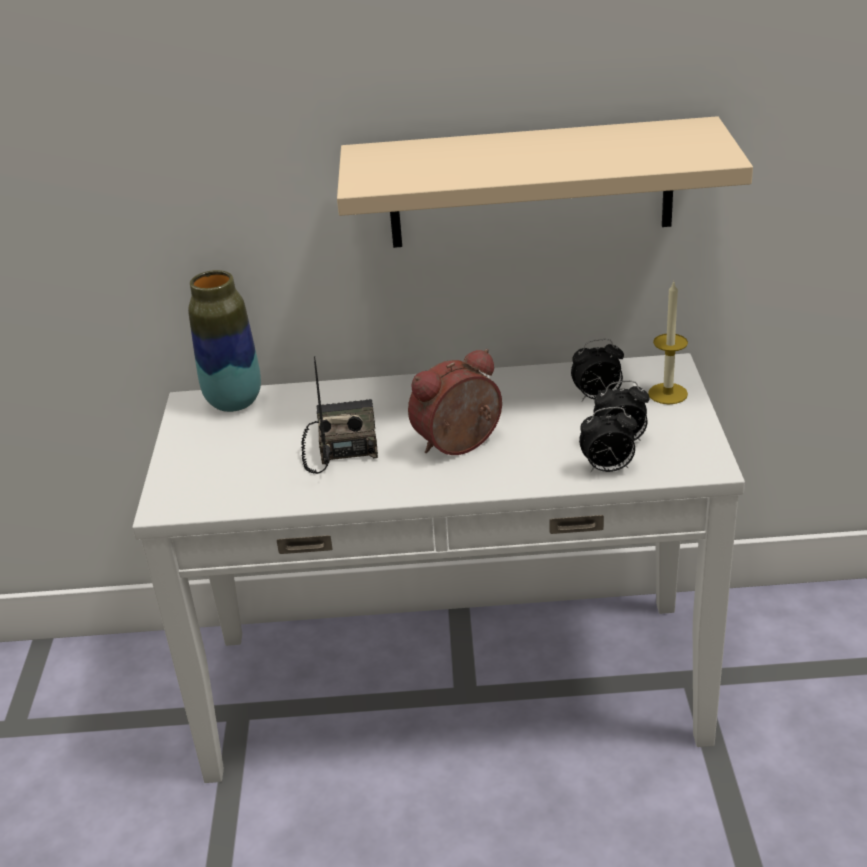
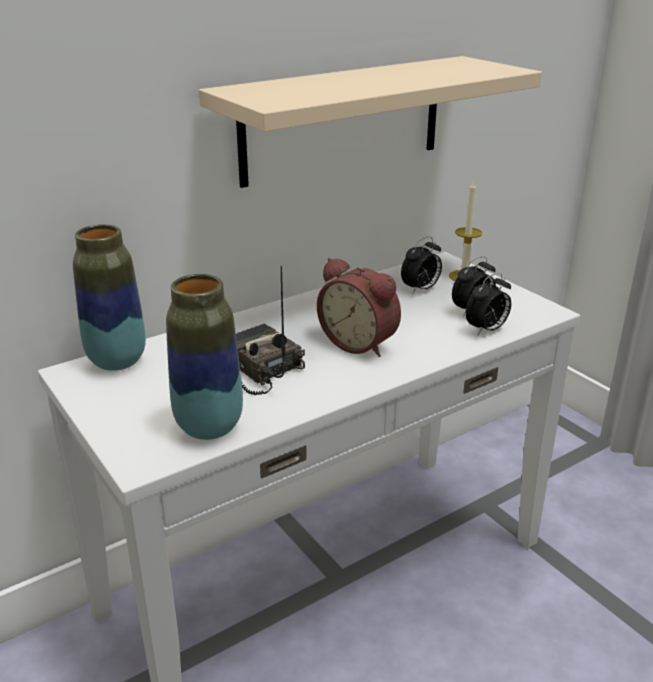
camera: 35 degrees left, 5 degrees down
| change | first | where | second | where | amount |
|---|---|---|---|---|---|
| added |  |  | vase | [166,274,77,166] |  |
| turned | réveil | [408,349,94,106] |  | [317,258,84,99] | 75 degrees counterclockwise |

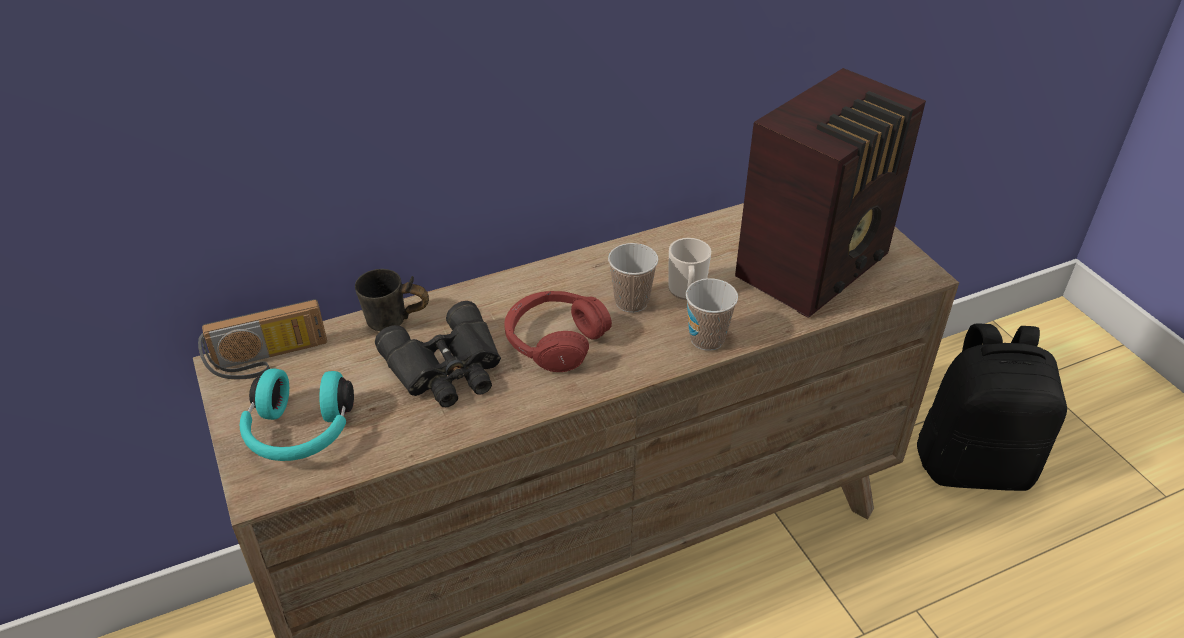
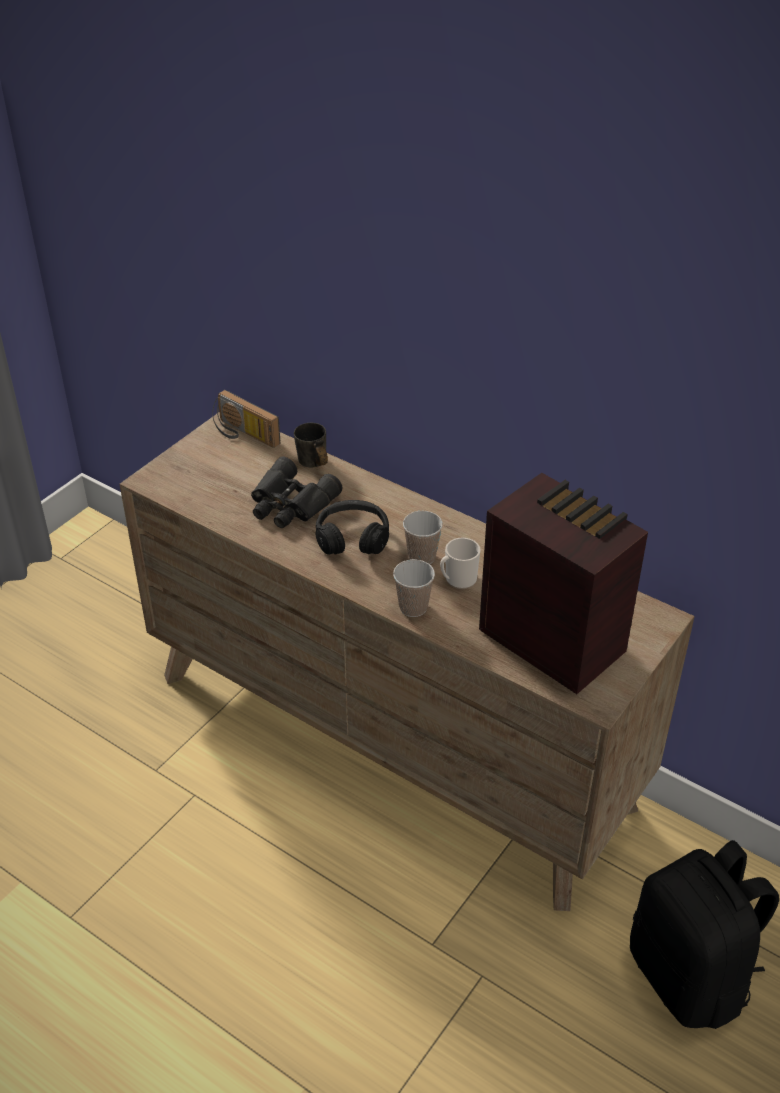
camera: 60 degrees right, 0 degrees up
| change | first | where | second | where | amount |
|---|---|---|---|---|---|
| recoloured | casque audio/rouge | [504,291,108,81] | casque audio/noir | [316,500,73,55] |  |
| turned | radio | [735,68,191,250] |  | [479,473,169,221] | 150 degrees counterclockwise |
| removed | casque audio/turquoise | [240,369,114,92] |  |  |  |

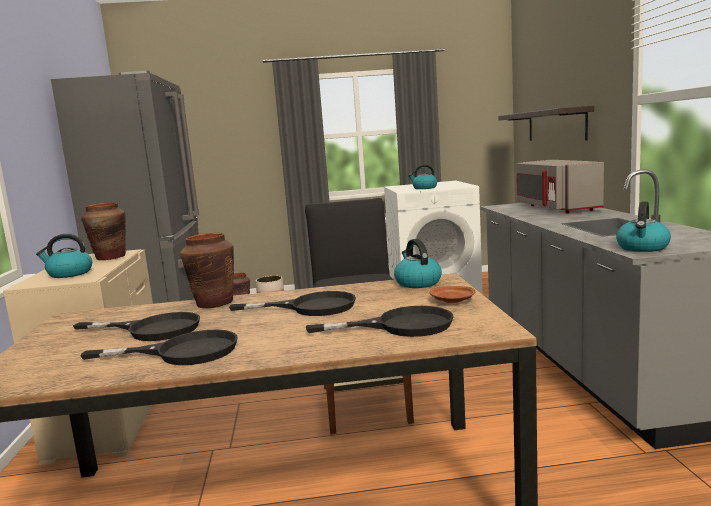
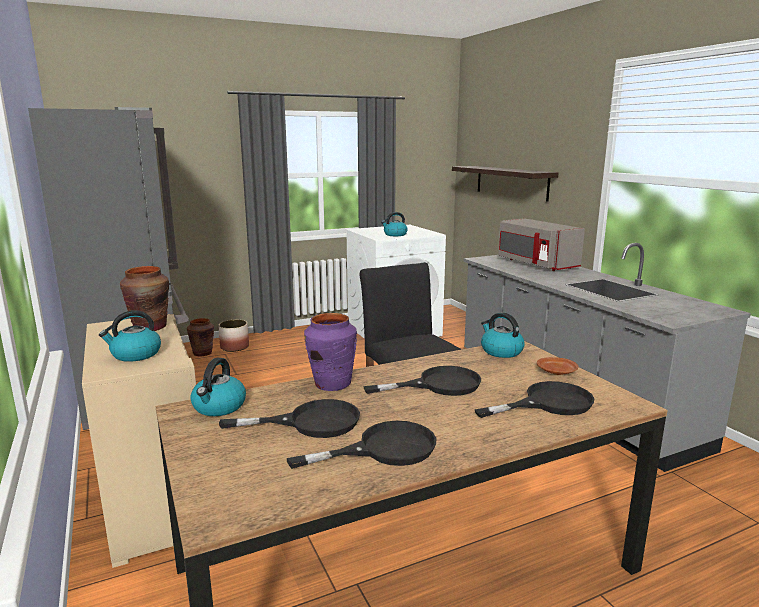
camera: 20 degrees left, 5 degrees up
| change | first | where | second | where | amount |
|---|---|---|---|---|---|
| moved | bouilloire | [616,201,55,51] |  | [190,358,56,58] |  |
| recoloured | vase/marron | [180,233,54,75] | vase/violet | [304,313,53,78] |  |

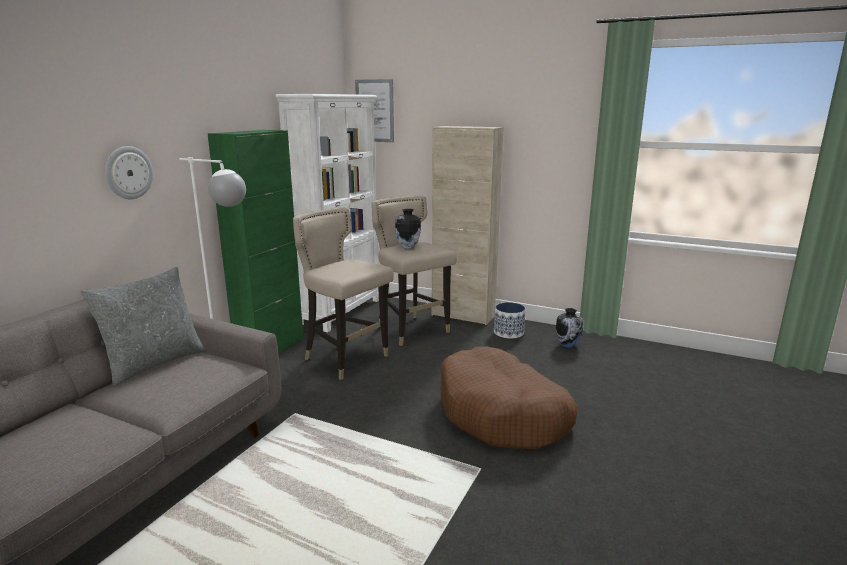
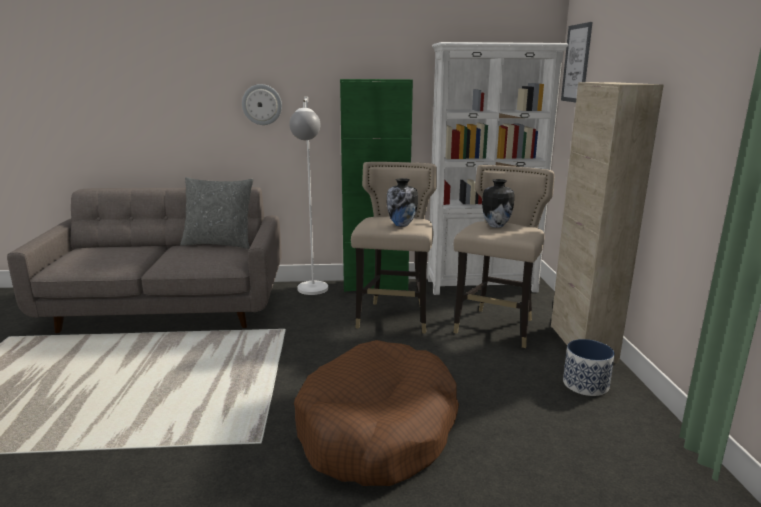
camera: 60 degrees right, 0 degrees up
| change | first | where | second | where | amount |
|---|---|---|---|---|---|
| moved | vase | [556,308,27,40] |  | [387,178,31,49] |  |

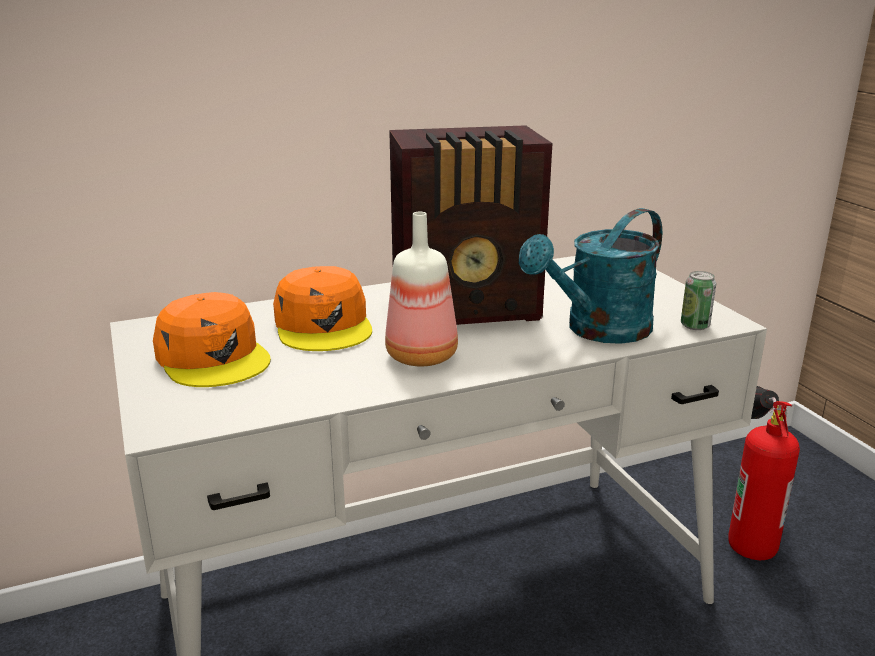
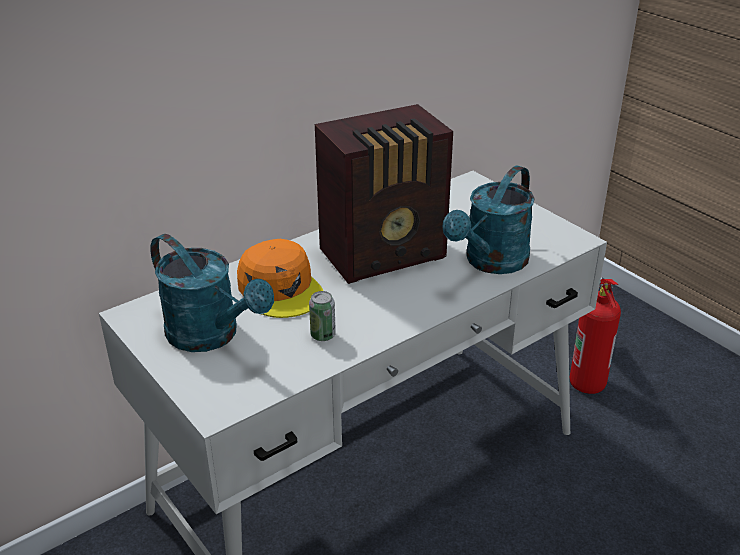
camera: 15 degrees left, 10 degrees up
| change | first | where | second | where | amount |
|---|---|---|---|---|---|
| replaced | casquette/orange | [153,292,118,95] | arrosoir/turquoise | [150,234,124,118] |  |
| moved | boîte métallique | [681,271,35,59] |  | [309,291,27,50] |  |
| removed | bouteille | [385,212,73,154] |  |  |  |

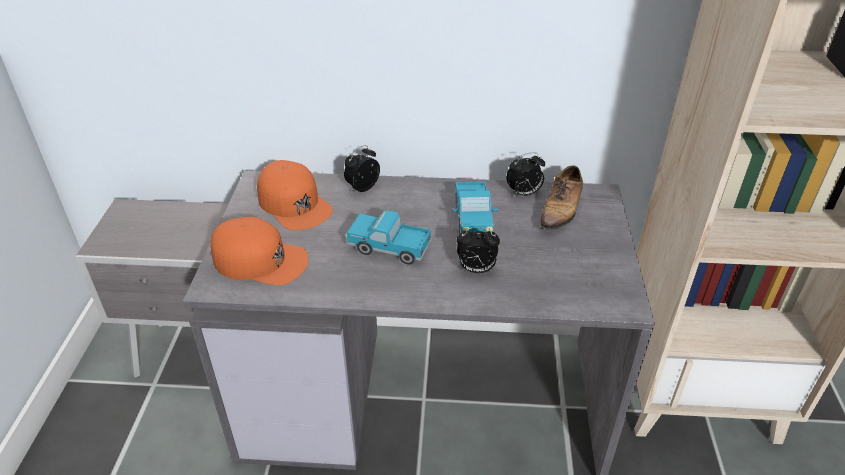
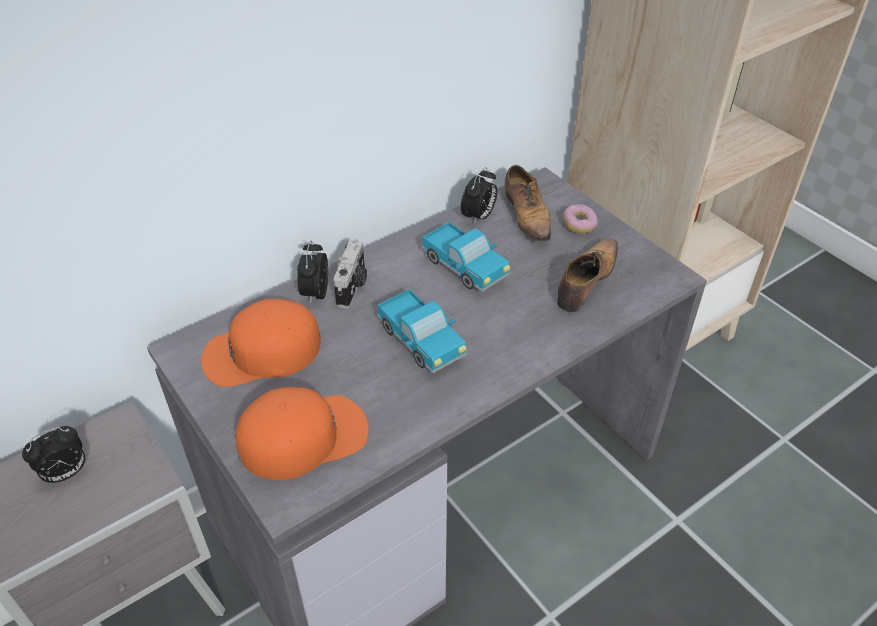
camera: 40 degrees left, 5 degrees up
| change | first | where | second | where | amount |
|---|---|---|---|---|---|
| moved | réveil | [457,227,43,46] |  | [22,426,64,58] |  |
| turned | casquette/orange | [257,160,76,70] |  | [201,299,120,88] | 150 degrees clockwise |
| added |  |  | appareil photo | [333,239,34,70] |  |
| turned | camion jouet | [345,210,86,54] |  | [377,289,90,85] | 105 degrees counterclockwise |
| added |  |  | chaussure | [557,238,61,74] |  |
| added |  |  | beignet | [563,204,35,30] |  |

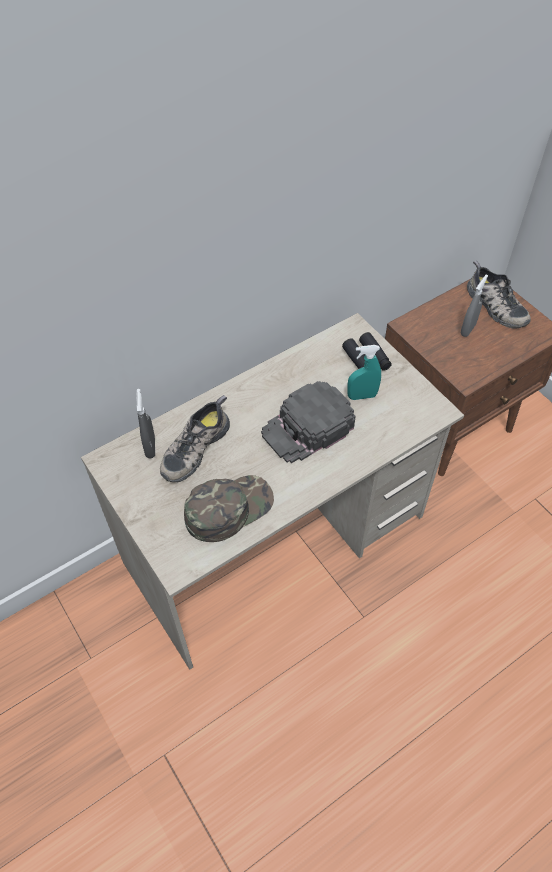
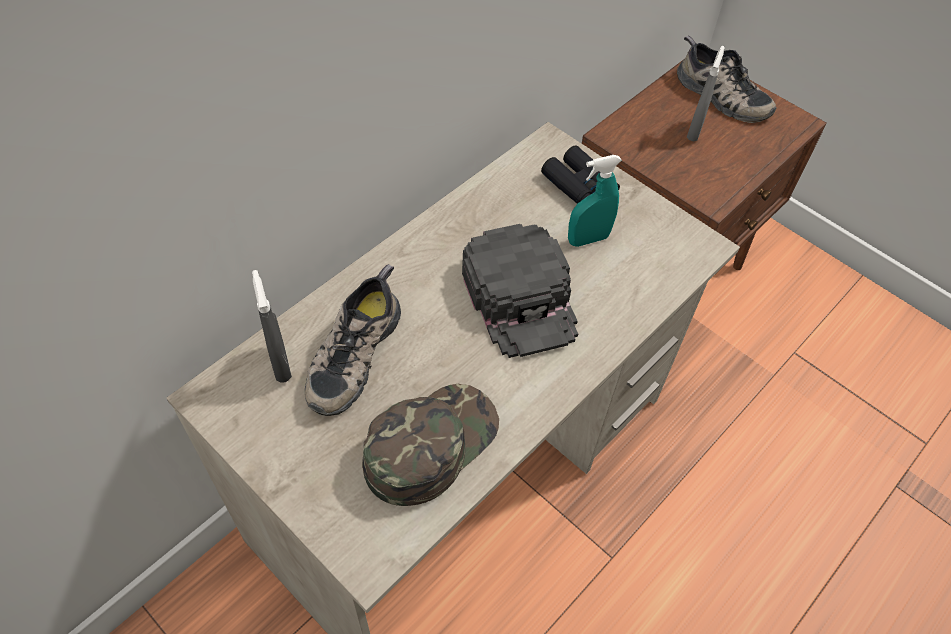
camera: 15 degrees left, 0 degrees up
| change | first | where | second | where | amount |
|---|---|---|---|---|---|
| turned | casquette/noir | [261,381,95,82] |  | [462,224,116,134] | 60 degrees counterclockwise |

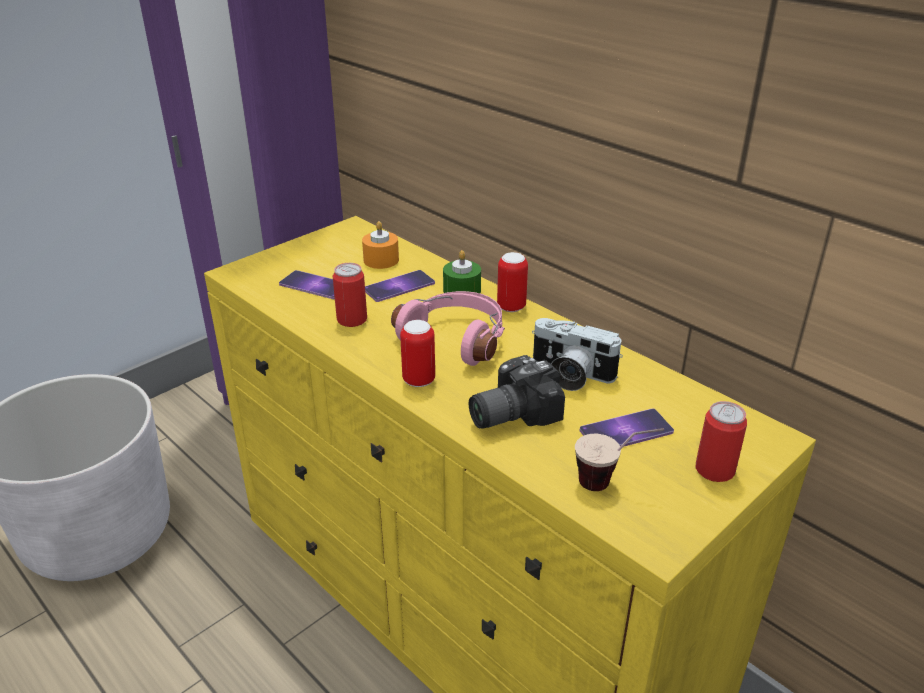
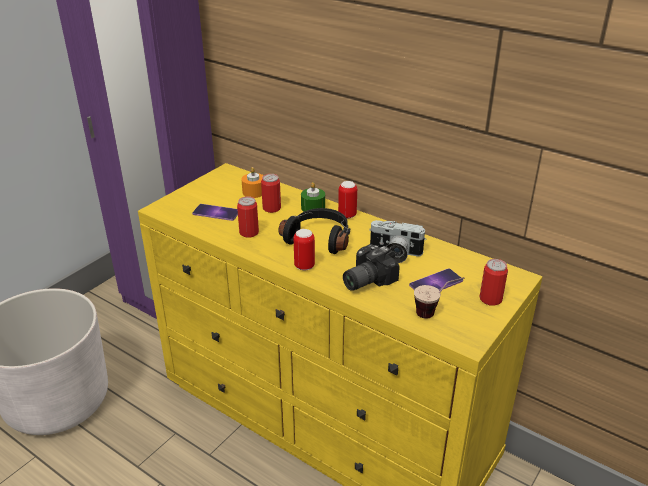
camera: 10 degrees left, 0 degrees up
| change | first | where | second | where | amount |
|---|---|---|---|---|---|
| replaced | téléphone | [365,270,70,32] | boîte métallique | [261,174,20,39] |  |
| recoloured | casque audio/rose | [391,291,114,75] | casque audio/noir | [278,208,73,46] |  |

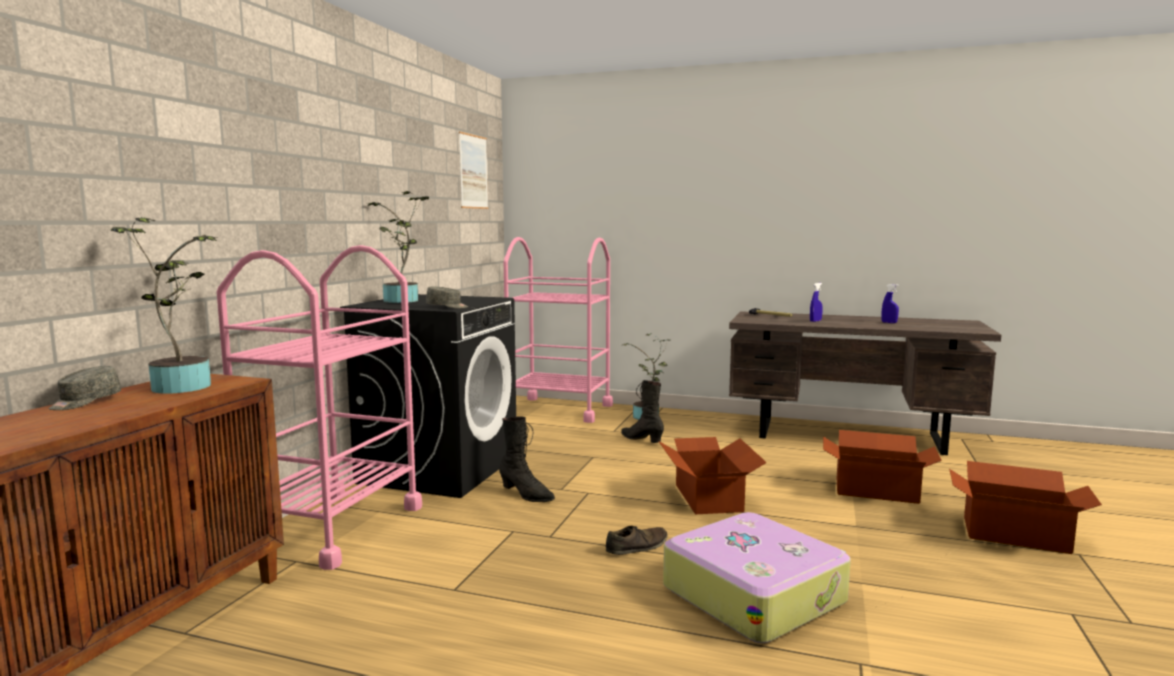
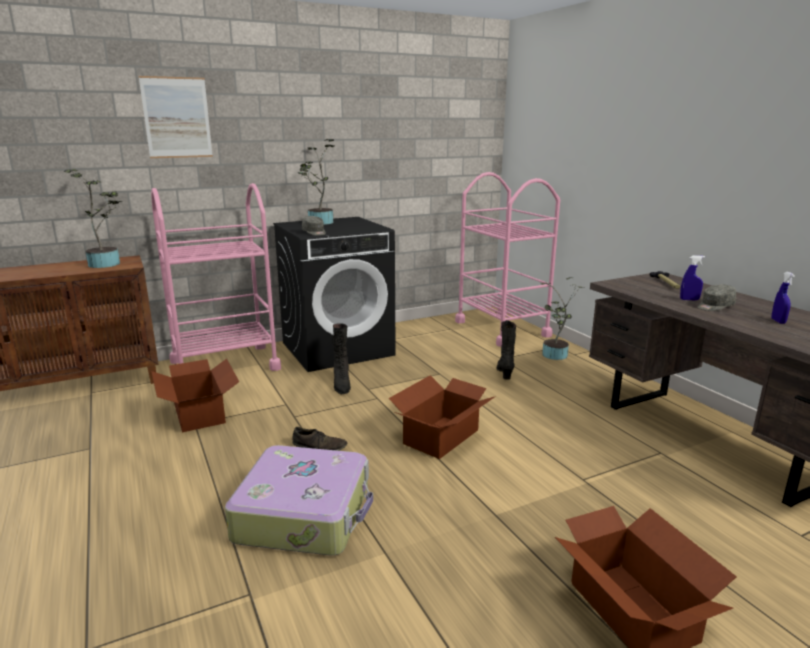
camera: 45 degrees right, 10 degrees up
| change | first | where | second | where | amount |
|---|---|---|---|---|---|
| moved | tableau | [459,132,29,77] |  | [139,76,74,82] |  |
| moved | carton | [823,430,119,74] |  | [151,359,88,73] |  |
| moved | casquette/gris | [49,366,72,44] |  | [698,285,38,26] |  |

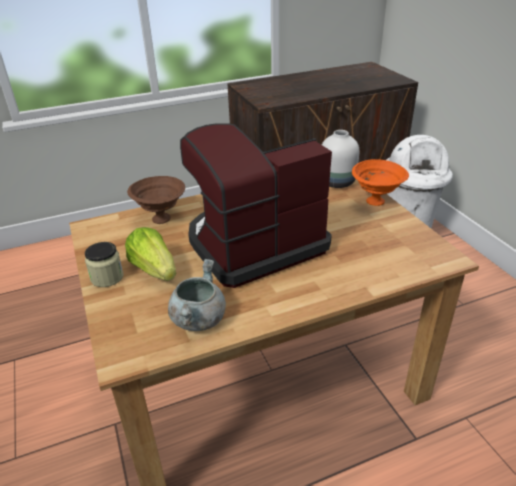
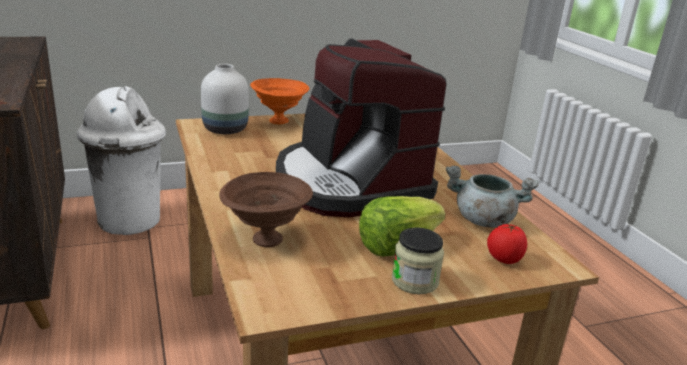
camera: 90 degrees left, 10 degrees down
| change | first | where | second | where | amount |
|---|---|---|---|---|---|
| added |  |  | tomate | [487,224,40,40] |  |

